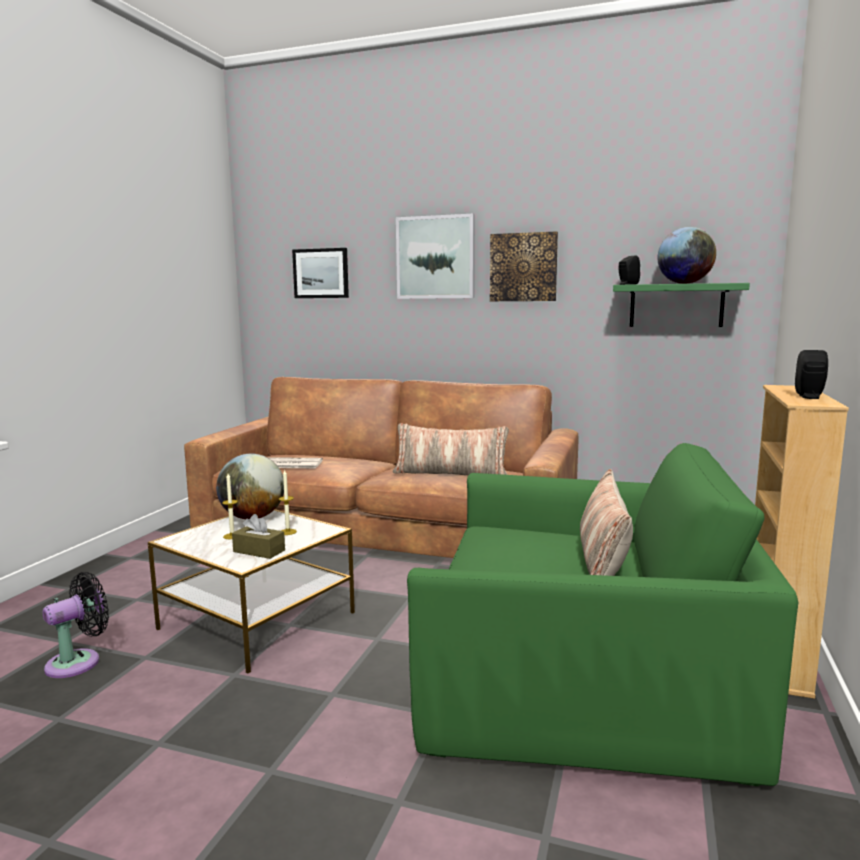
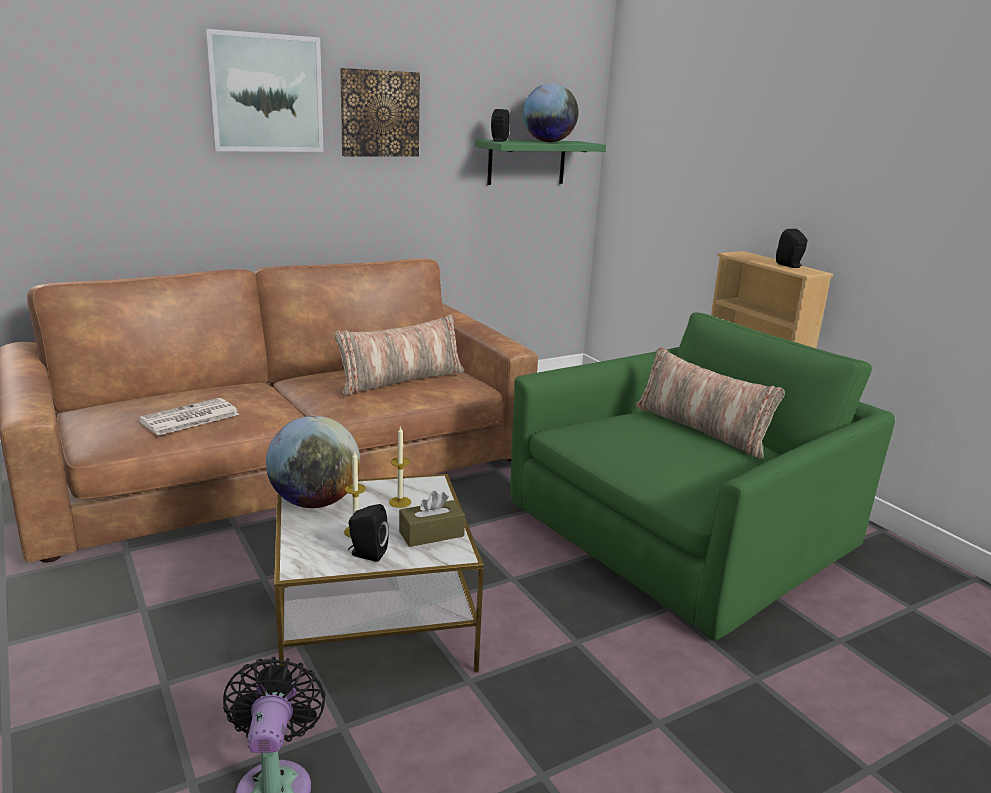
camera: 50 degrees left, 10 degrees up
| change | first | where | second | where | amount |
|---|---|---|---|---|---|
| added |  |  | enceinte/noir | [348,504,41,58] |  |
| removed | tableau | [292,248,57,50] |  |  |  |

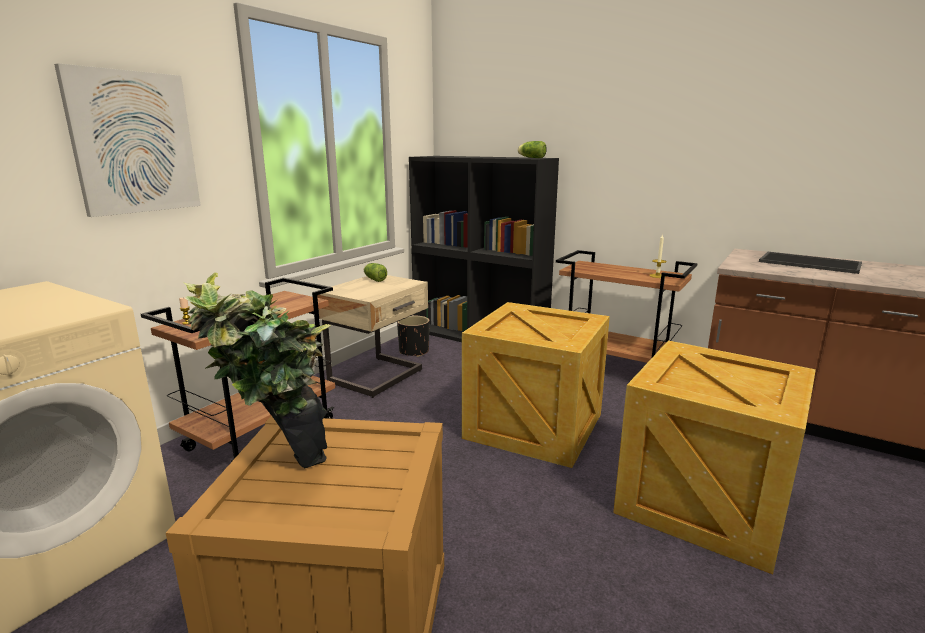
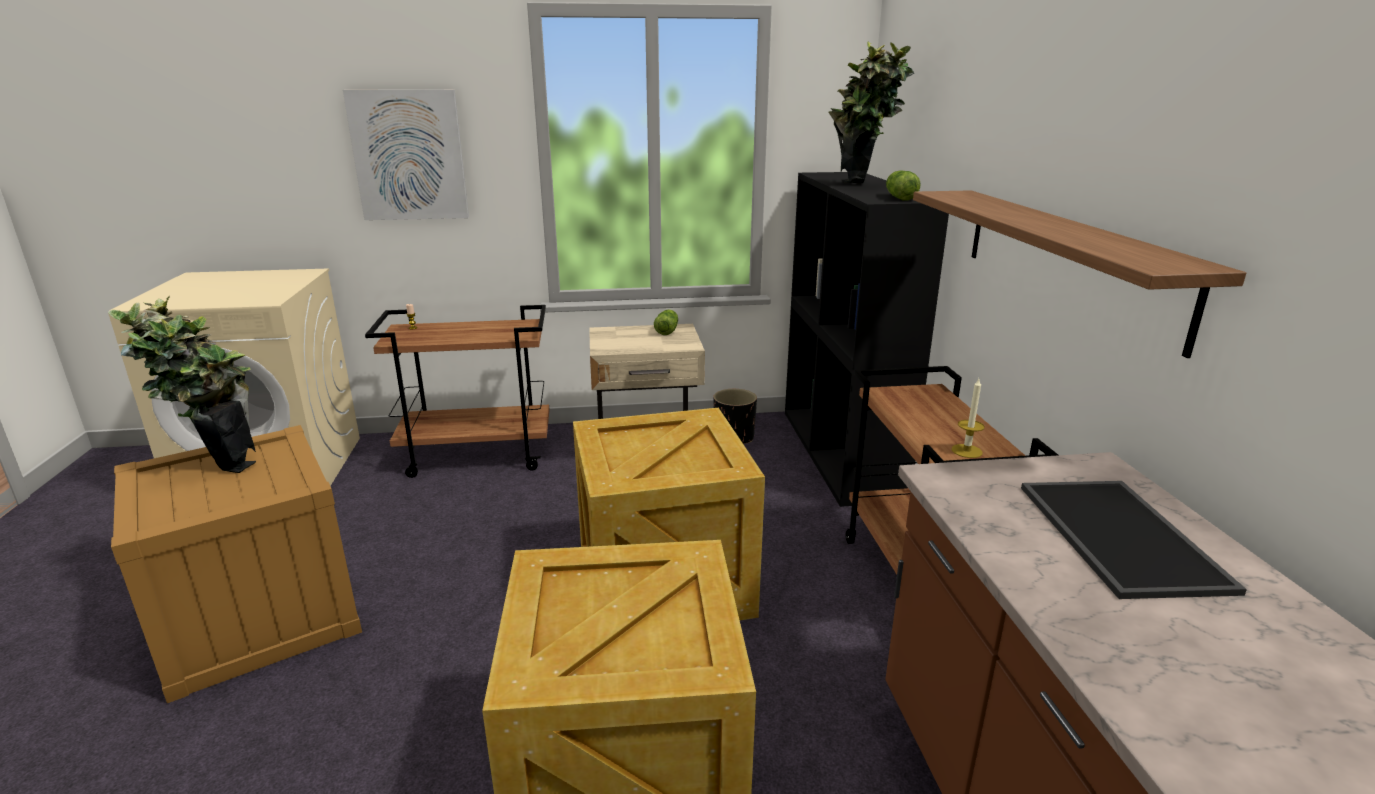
camera: 50 degrees right, 5 degrees up
| change | first | where | second | where | amount |
|---|---|---|---|---|---|
| added |  |  | plante en pot | [828,41,86,142] |  |
| added |  |  | étagère | [913,190,333,168] |  |

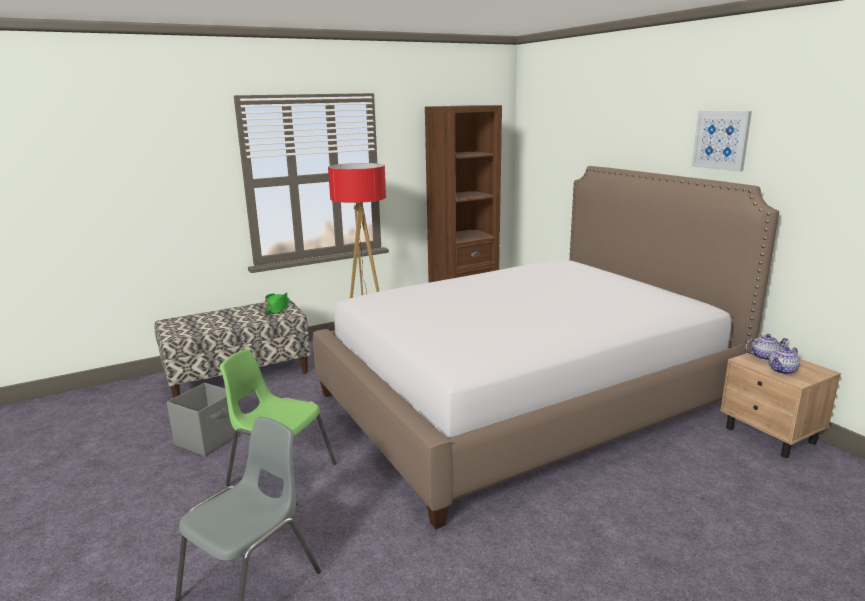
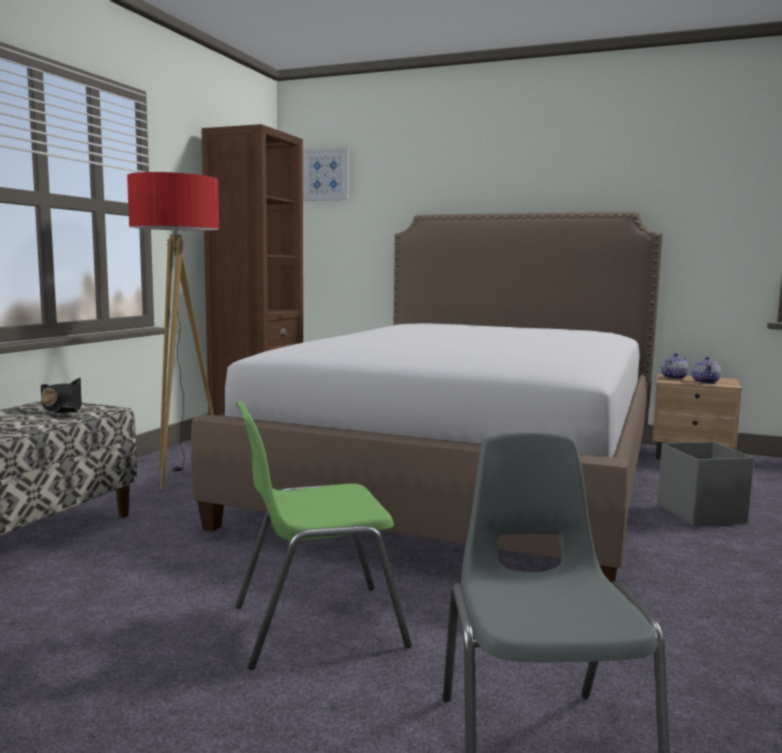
camera: 40 degrees left, 10 degrees down
| change | first | where | second | where | amount |
|---|---|---|---|---|---|
| recoloured | chapeau/vert | [264,293,25,21] | chapeau/noir | [40,378,42,35] |  |
| moved | tableau | [692,111,60,61] |  | [303,148,46,53] |  |
| moved | boîte de rangement/gris | [167,383,72,73] |  | [657,442,97,84] |  |

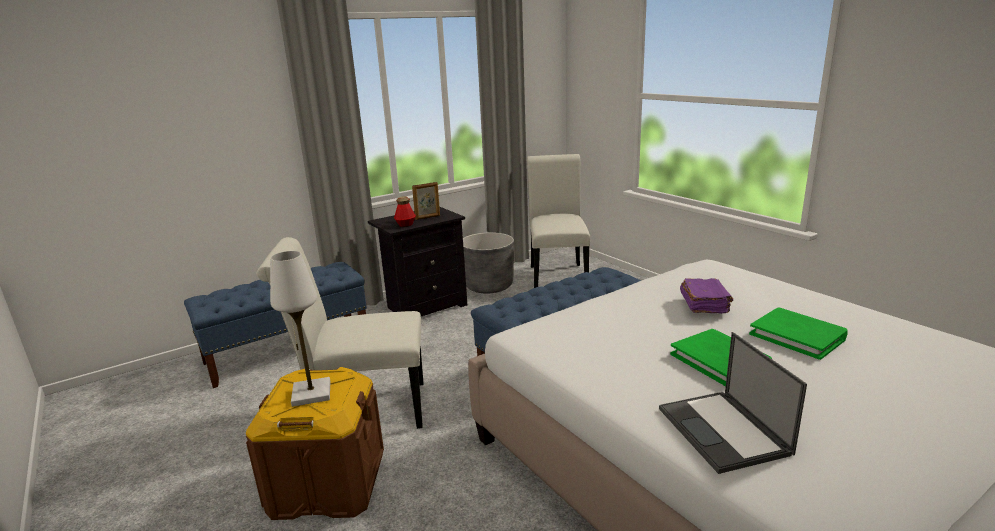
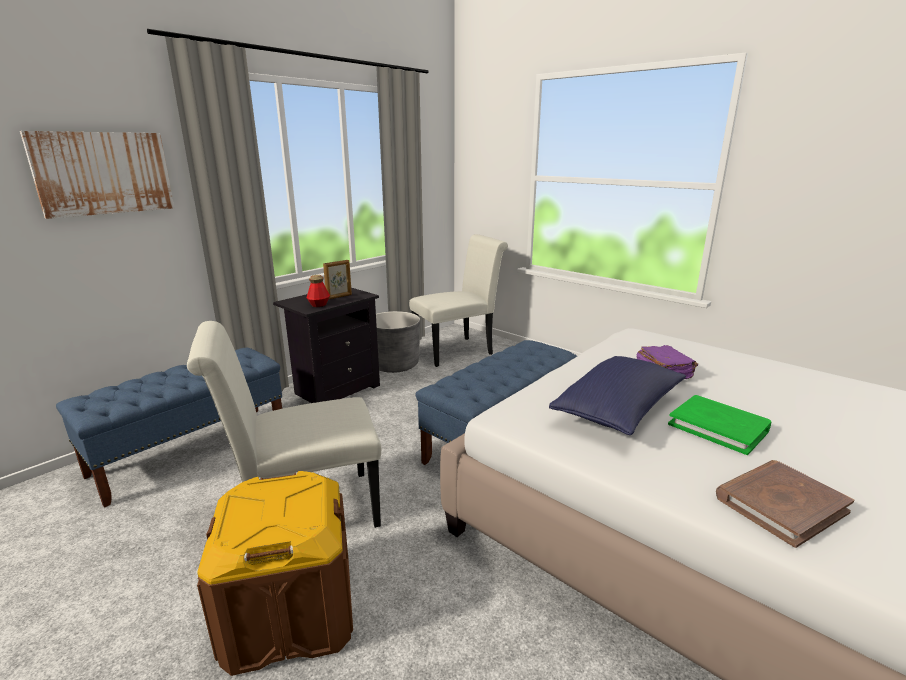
camera: 15 degrees left, 0 degrees up
| change | first | where | second | where | amount |
|---|---|---|---|---|---|
| added |  |  | tableau | [20,131,155,88] |  |
| turned | chaise/blanc | [527,154,63,134] |  | [409,234,99,133] | 75 degrees clockwise |
| added |  |  | coussin/bleu | [549,356,137,79] |  |
| replaced | ordinateur portable | [659,332,148,142] | livre/marron | [716,460,138,88] |  |
| removed | lampe de table/blanc | [270,251,60,156] |  |  |  |
| removed | livre/vert | [749,307,99,53] |  |  |  |

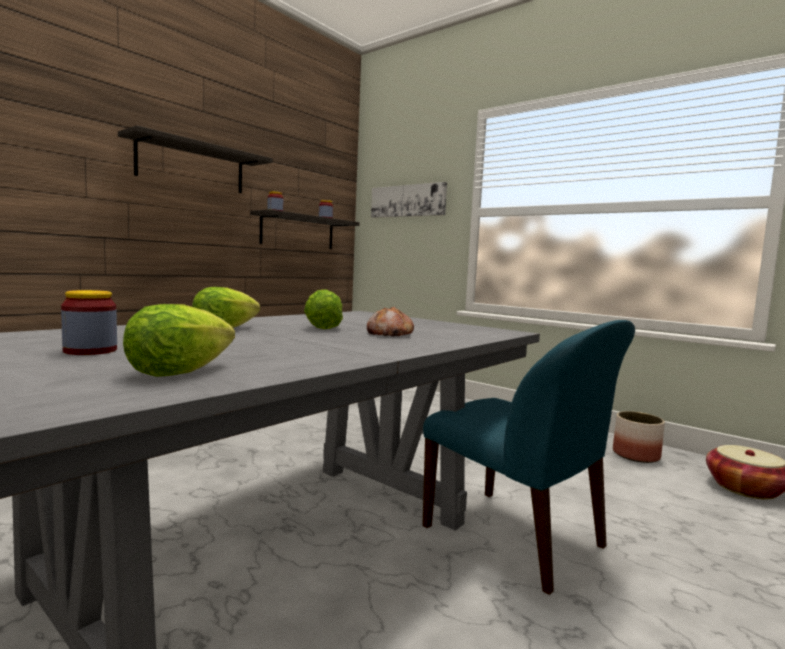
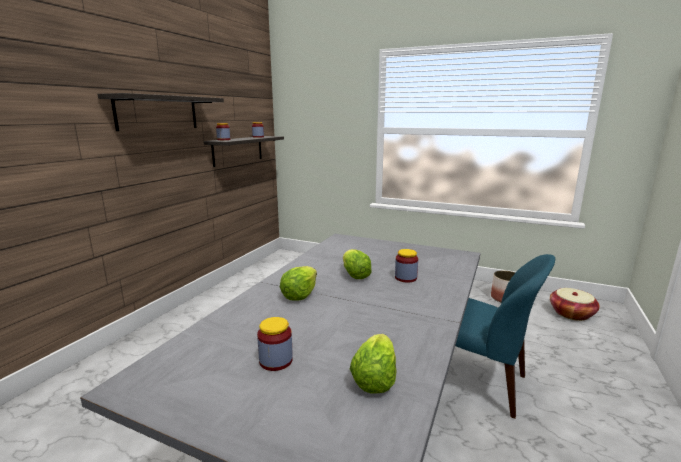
camera: 15 degrees left, 10 degrees up
| change | first | where | second | where | amount |
|---|---|---|---|---|---|
| replaced | pain | [367,307,47,30] | bocal | [395,249,23,34] |  |
| removed | tableau | [371,182,76,36] |  |  |  |

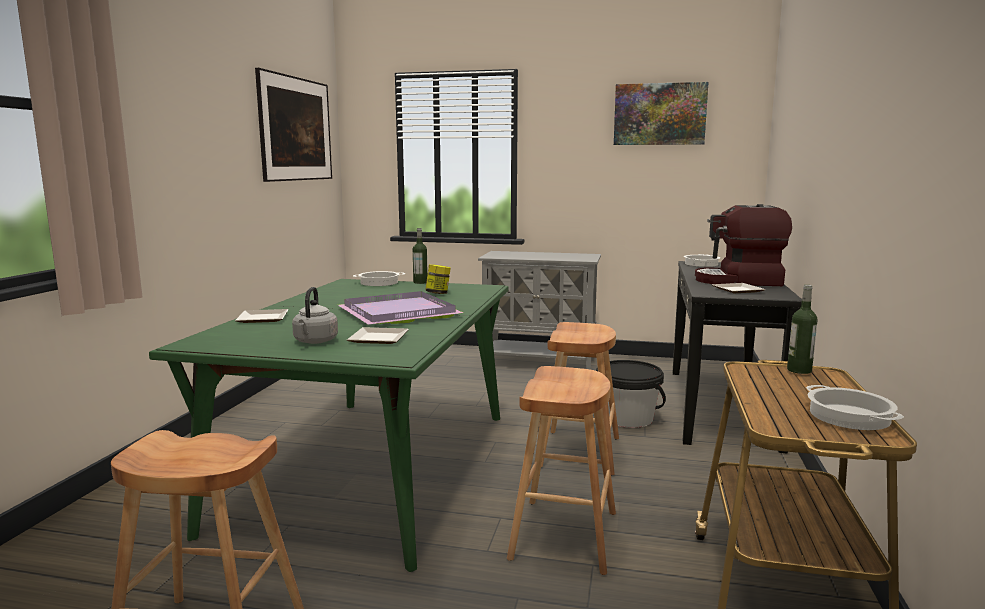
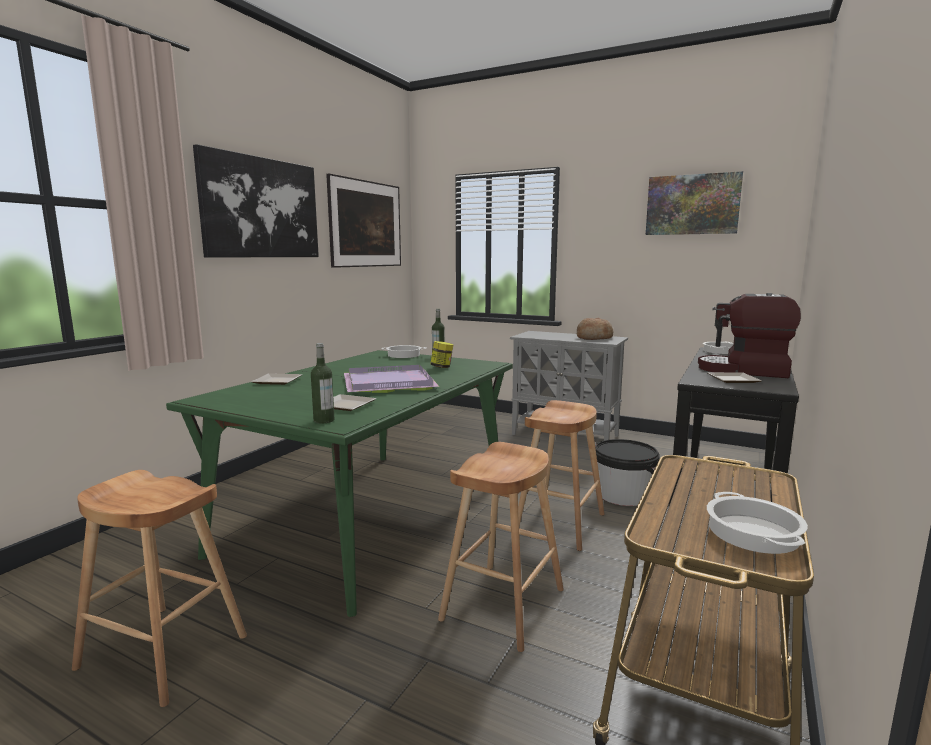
camera: 15 degrees right, 0 degrees up
| change | first | where | second | where | amount |
|---|---|---|---|---|---|
| added |  |  | tableau | [193,144,126,114] |  |
| moved | bouteille | [787,285,30,89] |  | [311,343,23,81] |  |
| added |  |  | pain | [577,318,36,22] |  |
| removed | bouilloire/gris | [292,287,46,57] |  |  |  |

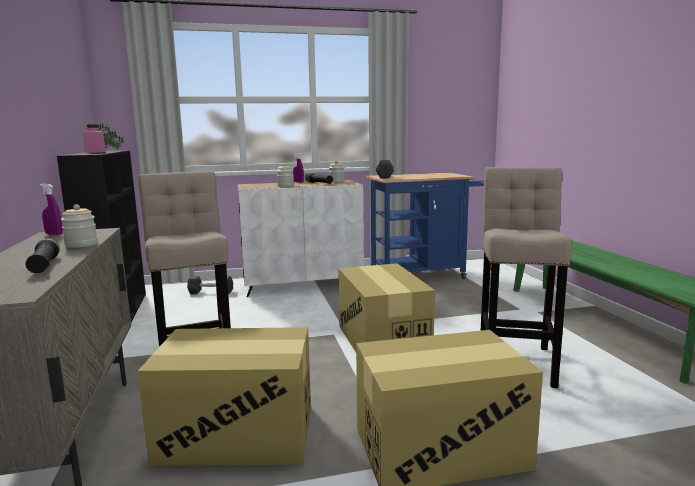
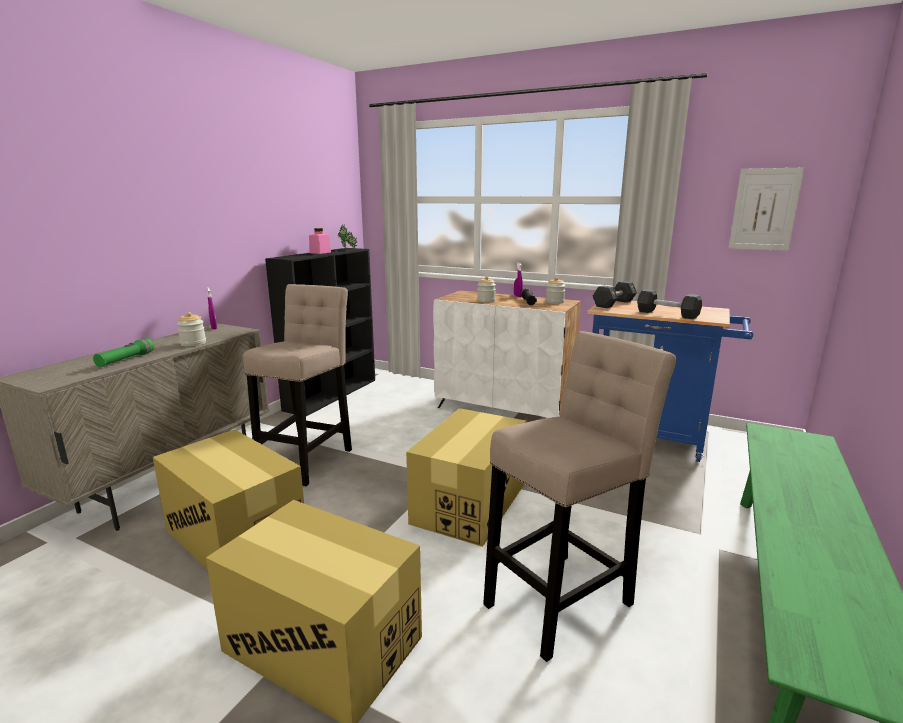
camera: 40 degrees right, 5 degrees up
| change | first | where | second | where | amount |
|---|---|---|---|---|---|
| recoloured | lampe de poche/noir | [26,238,34,35] | lampe de poche/vert | [93,338,61,29] |  |
| moved | haltère/noir | [187,276,46,18] |  | [637,289,65,30] |  |
| added |  |  | tableau | [729,168,75,83] |  |

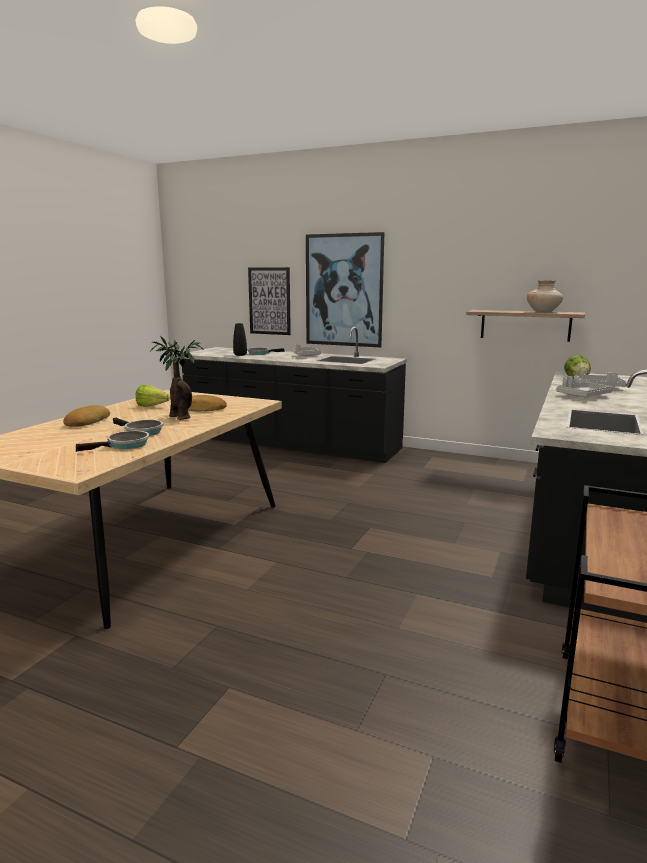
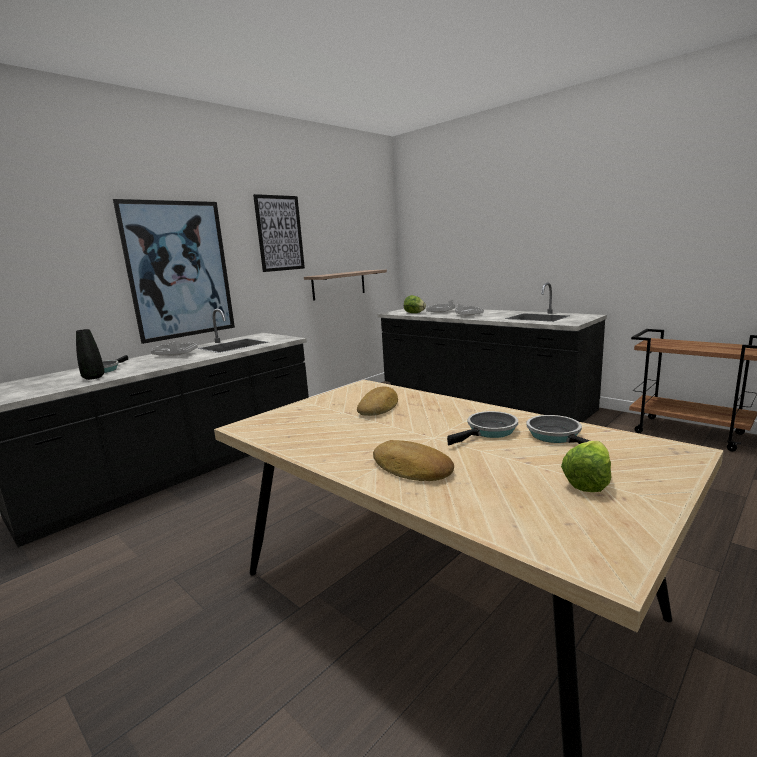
camera: 70 degrees left, 0 degrees up
| change | first | where | second | where | amount |
|---|---|---|---|---|---|
| moved | tableau | [248,267,43,68] |  | [253,194,52,78] |  |
| moved | laitue | [136,385,34,21] |  | [561,441,51,51] |  |
| removed | plante en pot | [150,336,54,84] |  |  |  |
| removed | vase/beige | [527,280,36,32] |  |  |  |

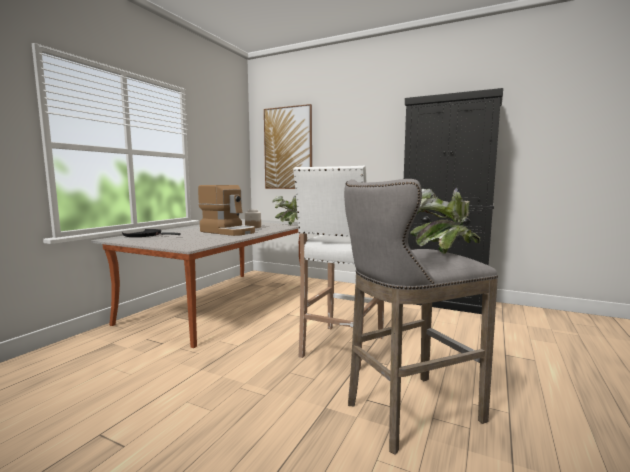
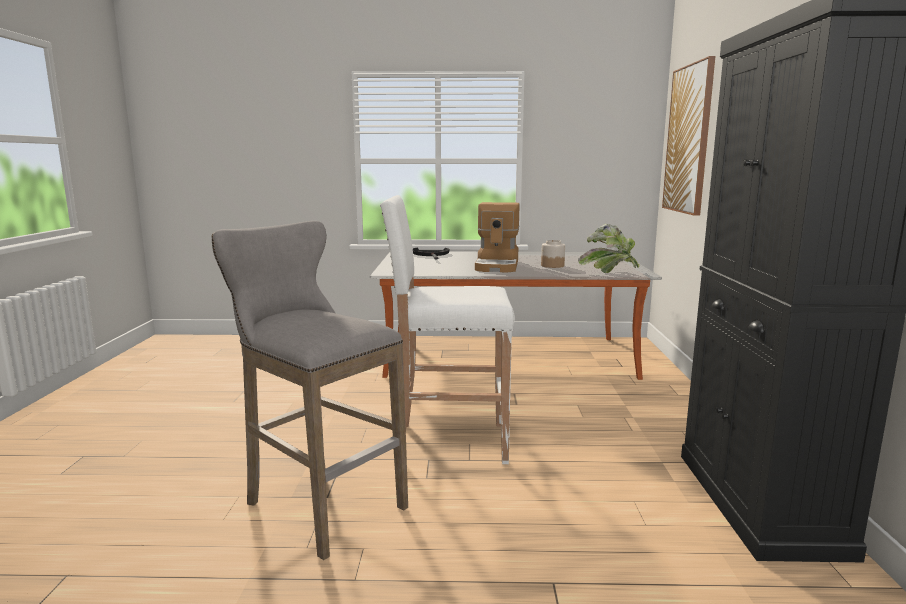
camera: 65 degrees right, 5 degrees up
| change | first | where | second | where | amount |
|---|---|---|---|---|---|
| removed | plante en pot | [410,187,70,67] |  |  |  |

